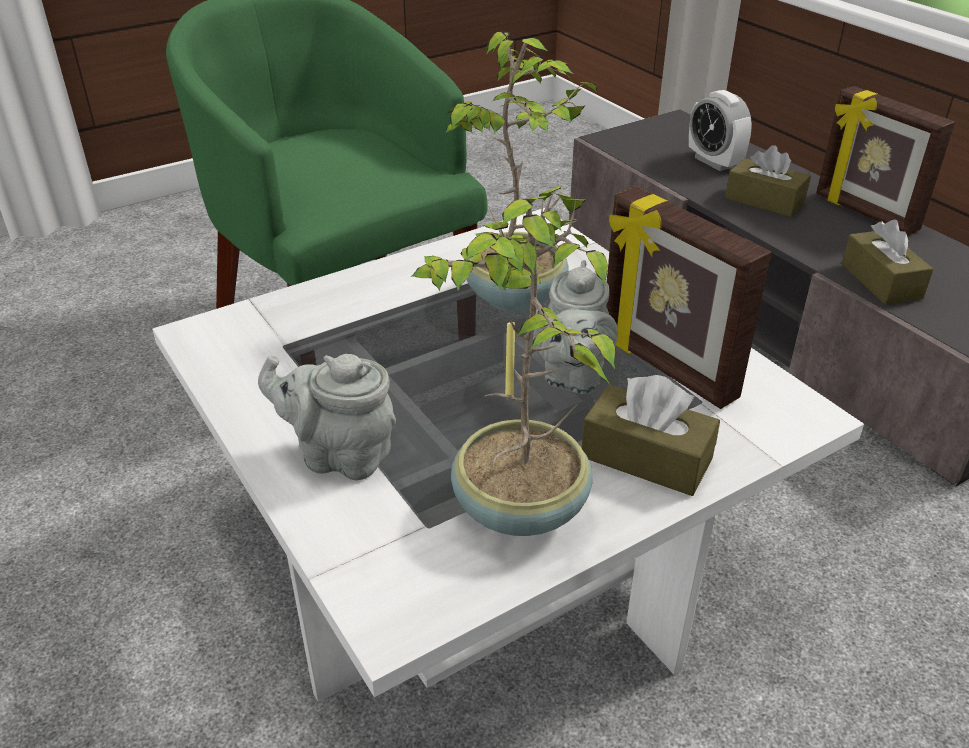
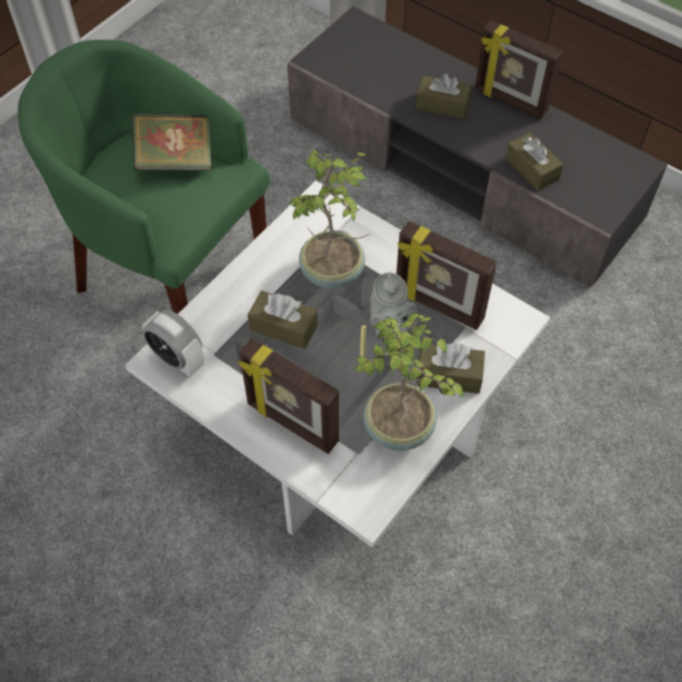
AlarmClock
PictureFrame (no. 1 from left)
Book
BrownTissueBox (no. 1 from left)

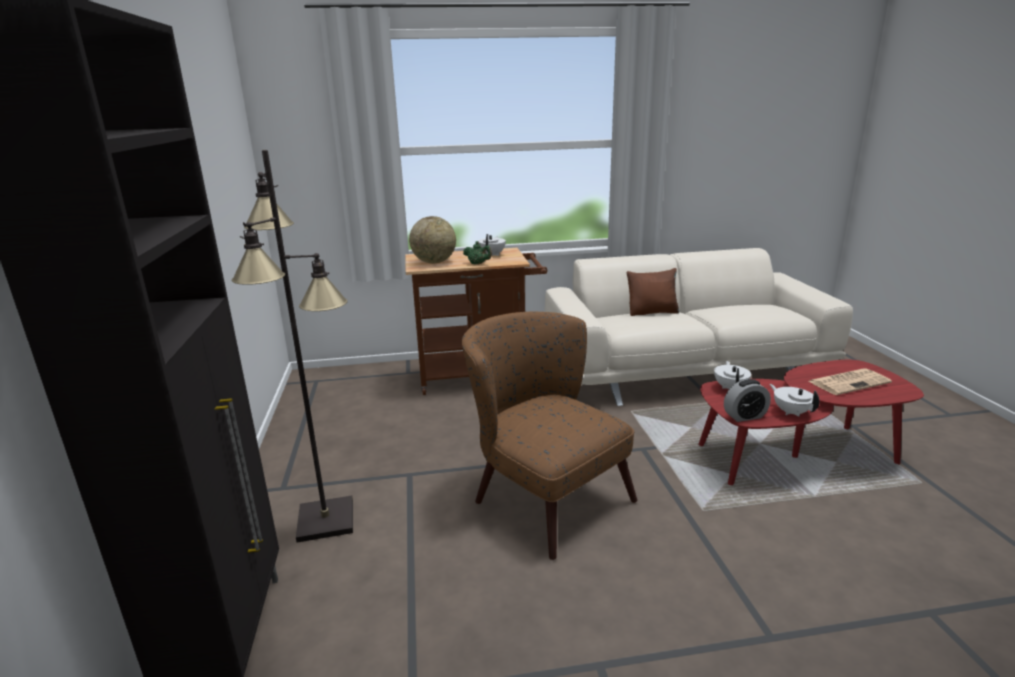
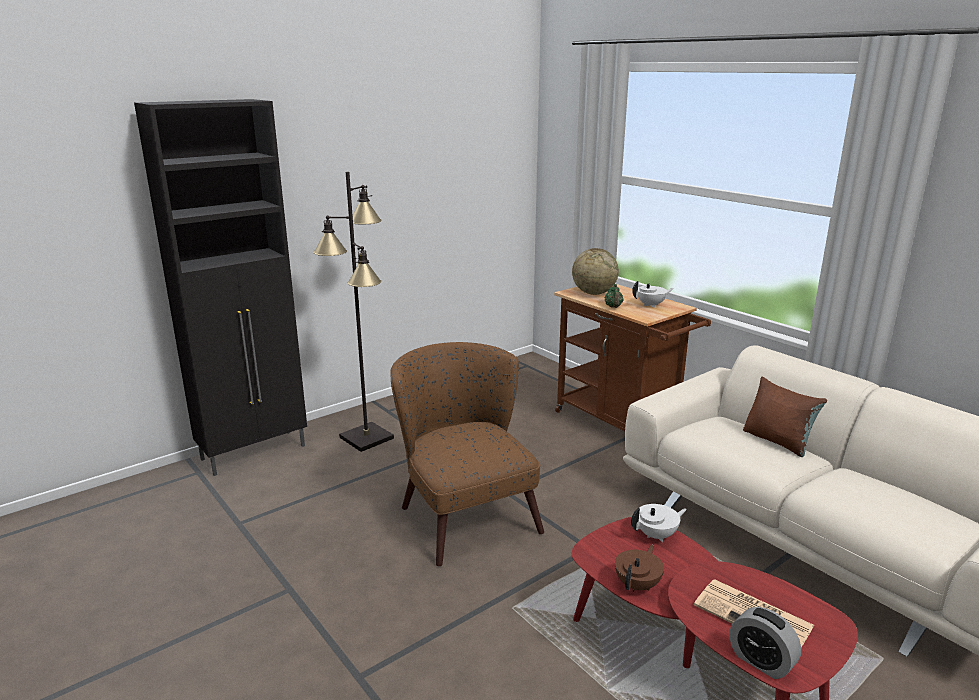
BrownArmchair
AlarmClock
BrownTeapot

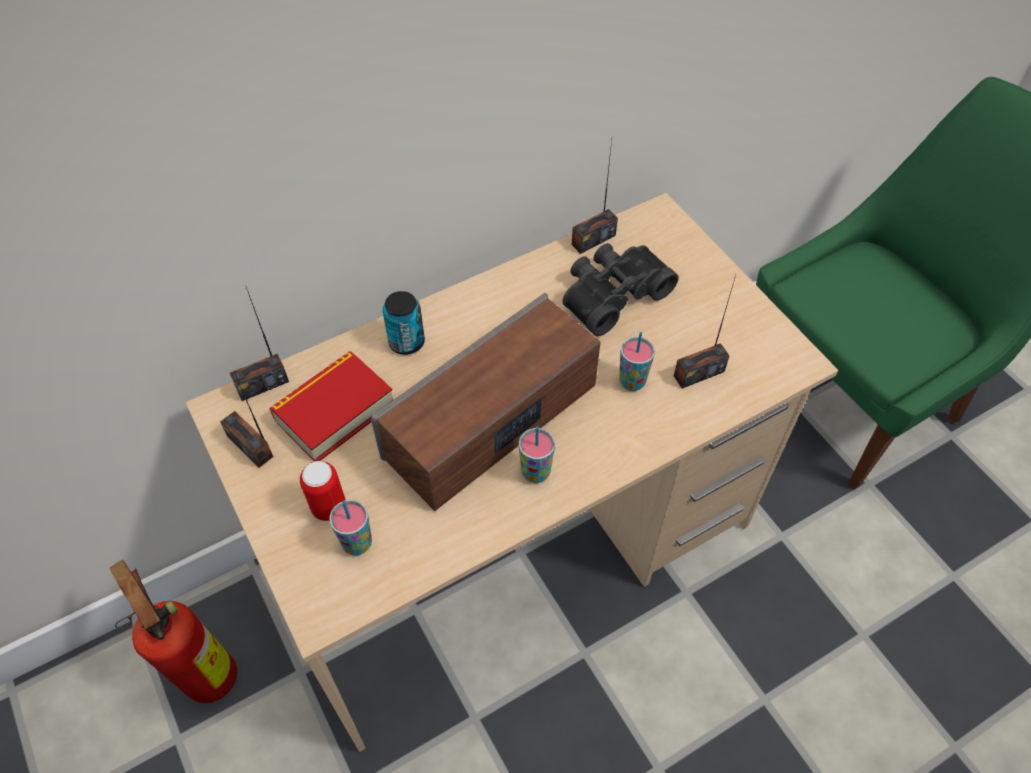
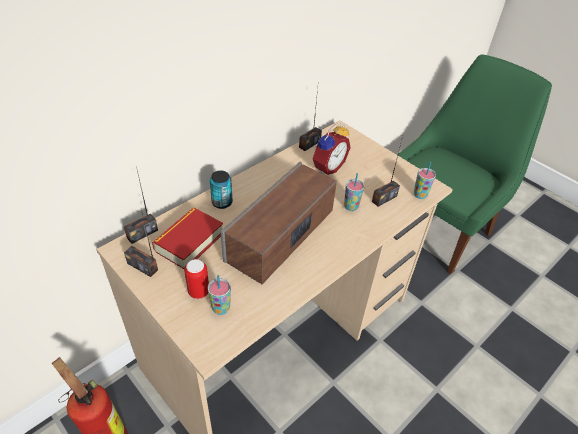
AlarmClock
Cup (no. 3 from left)

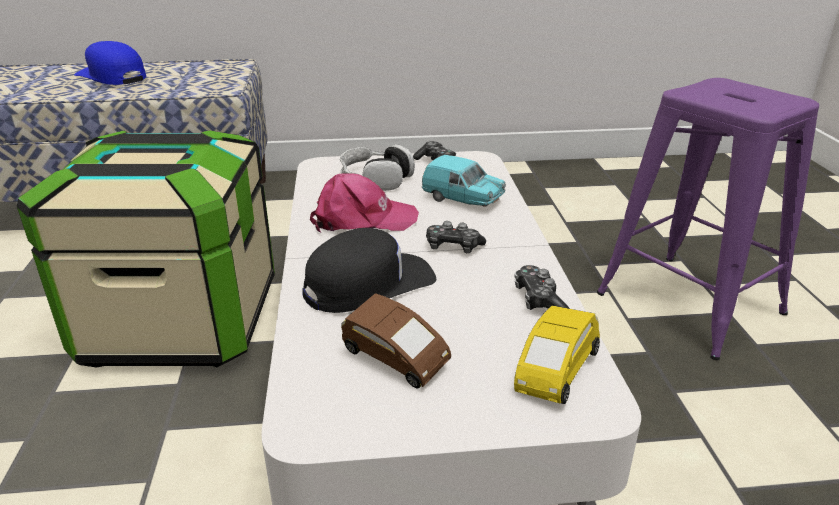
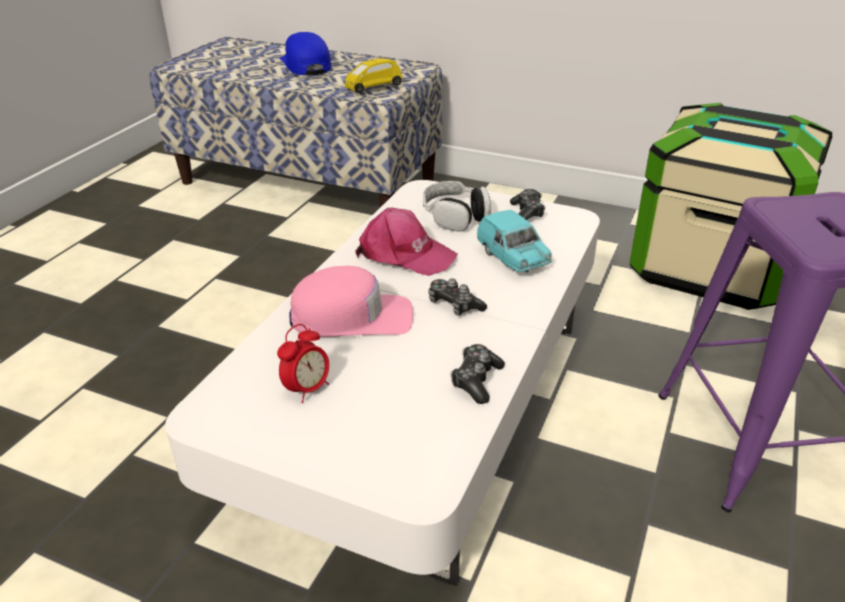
StorageBox
PinkCap (no. 1 from left)
AlarmClock
YellowToyCar

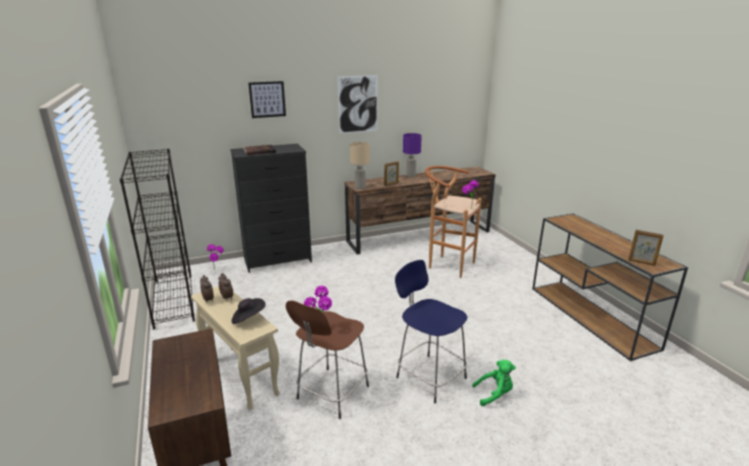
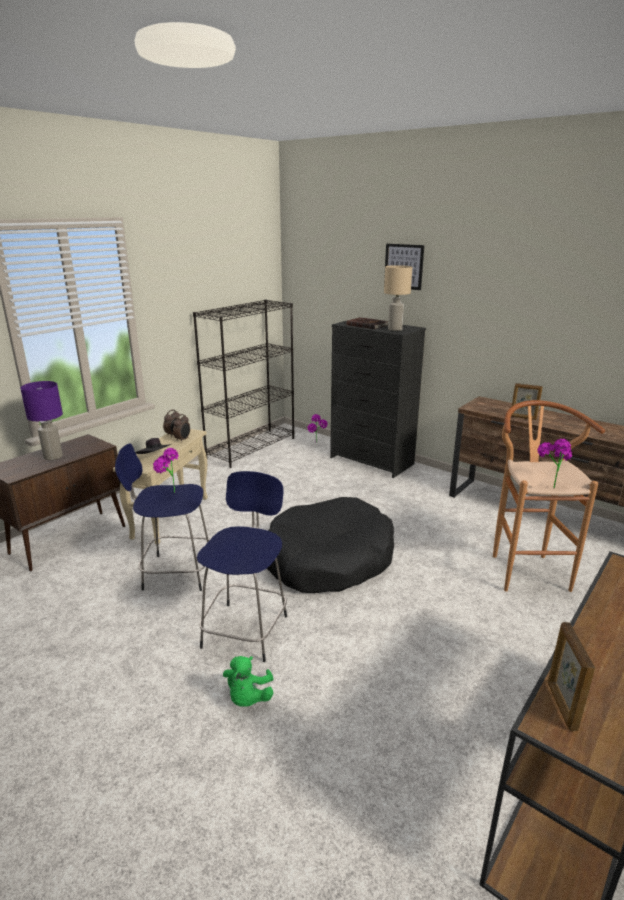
Picture (no. 2 from left in the first image)
PurpleTableLamp
BeigeTableLamp
BlueStool (no. 1 from left)
GreenPlushToy
BlackDogBed

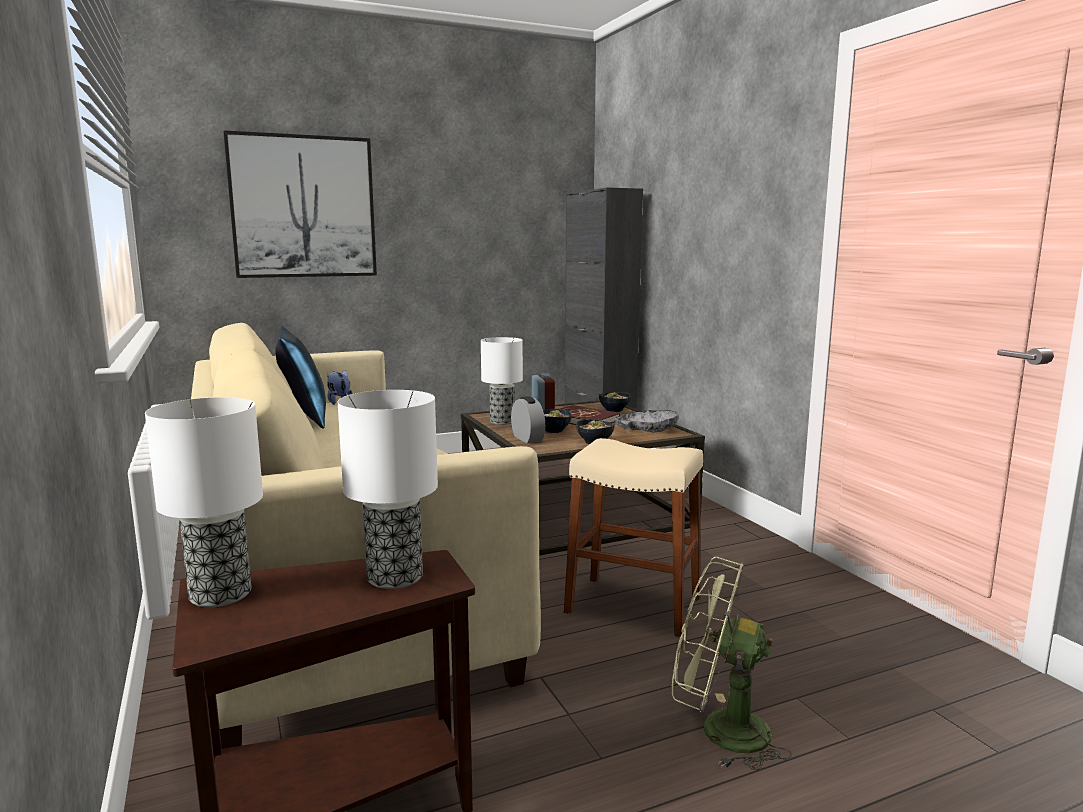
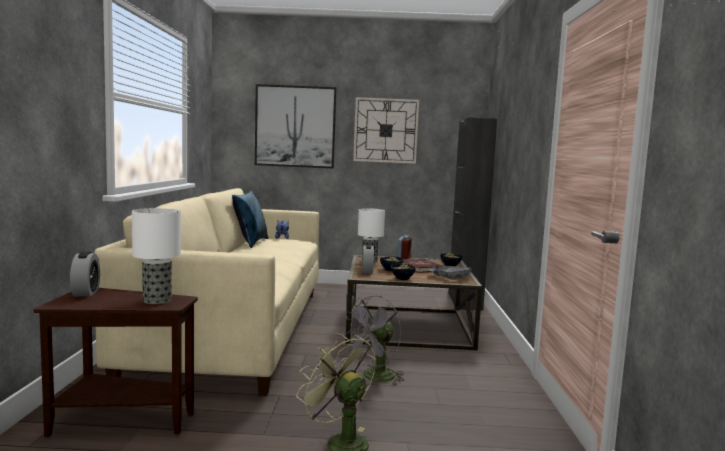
AlarmClock (no. 1 from left)
GreyFan
WallClock

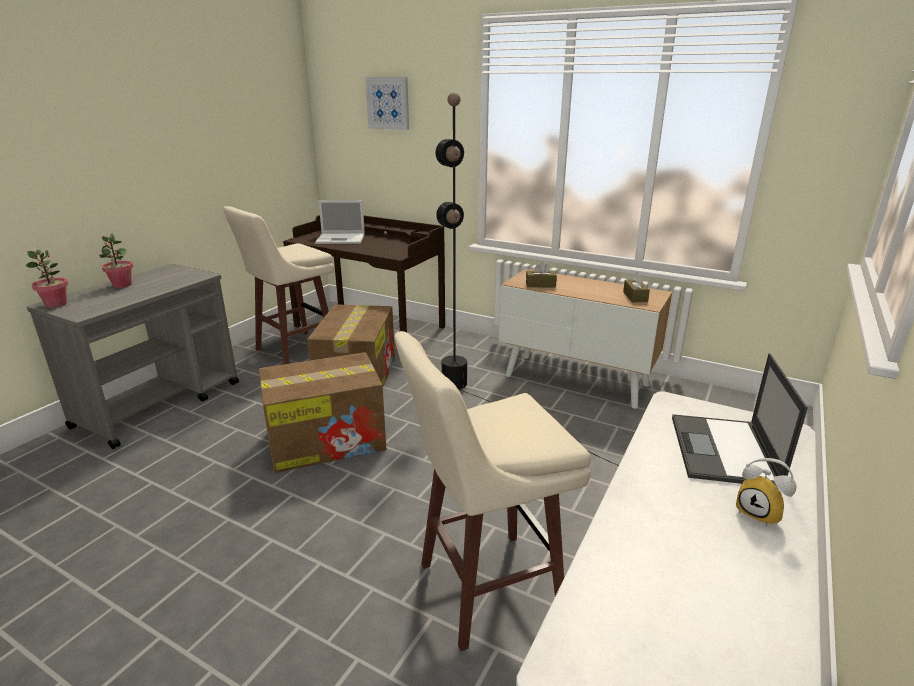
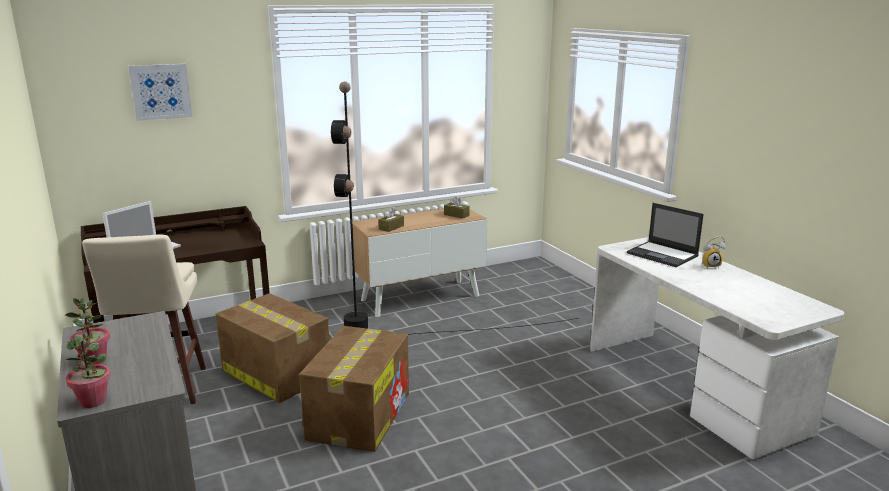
BeigeStool (no. 2 from left in the first image)

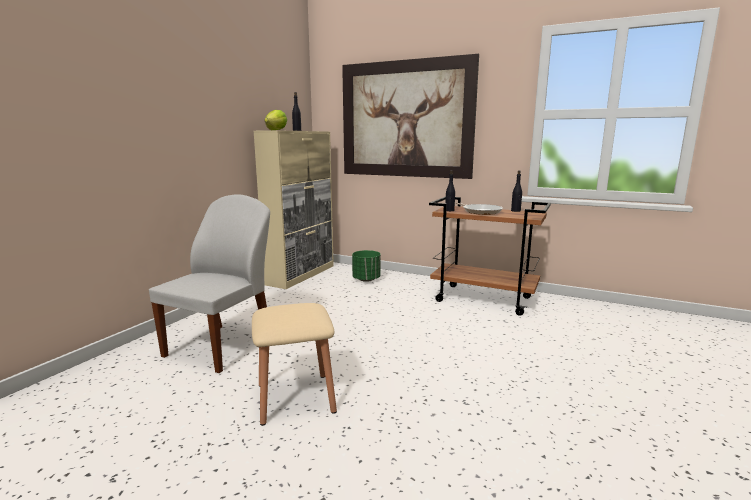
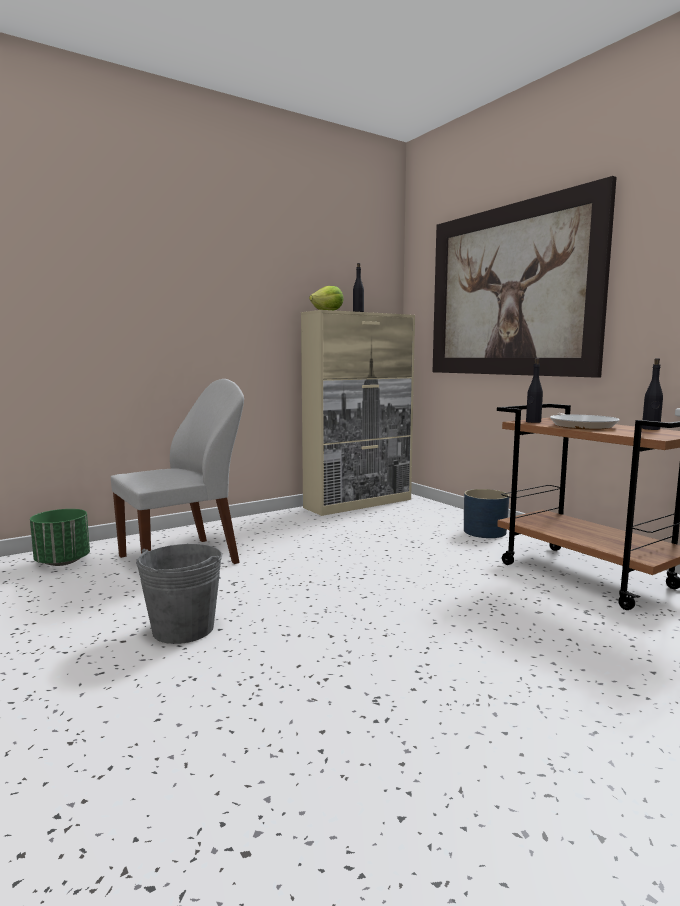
GreenPlanter
GreyBucket
BluePlanter

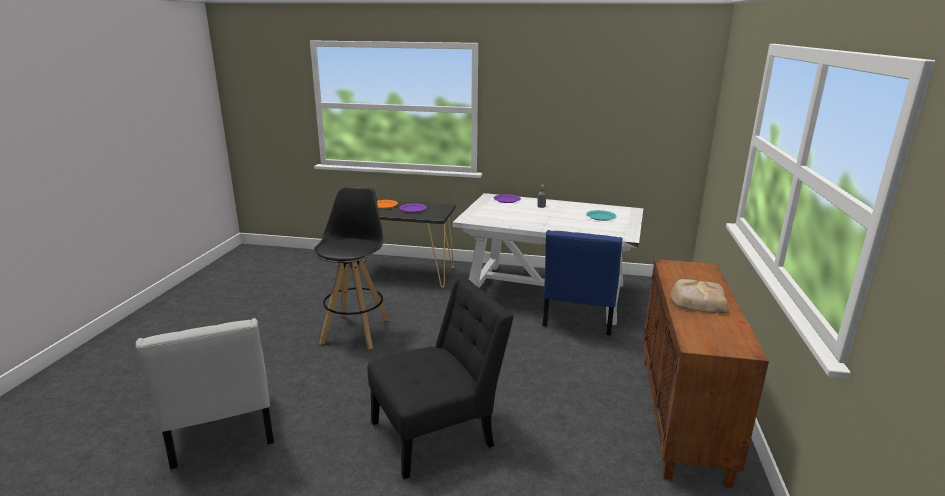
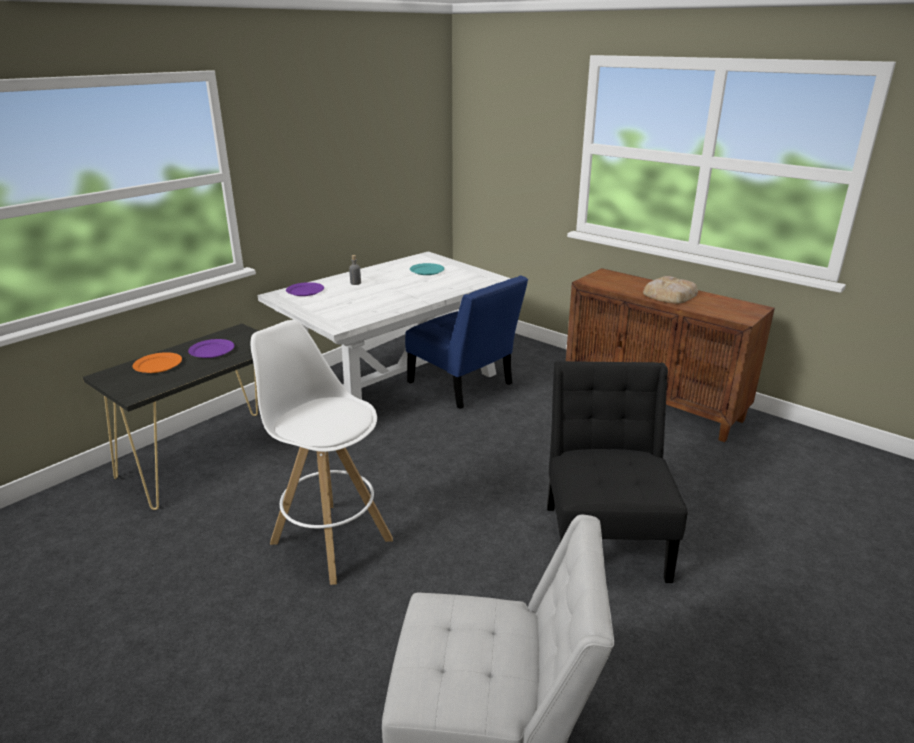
WhiteStool

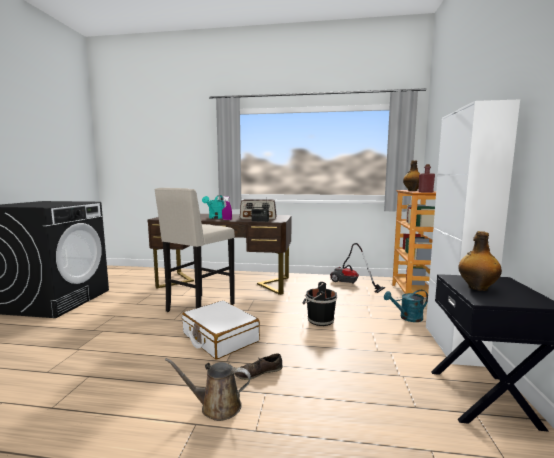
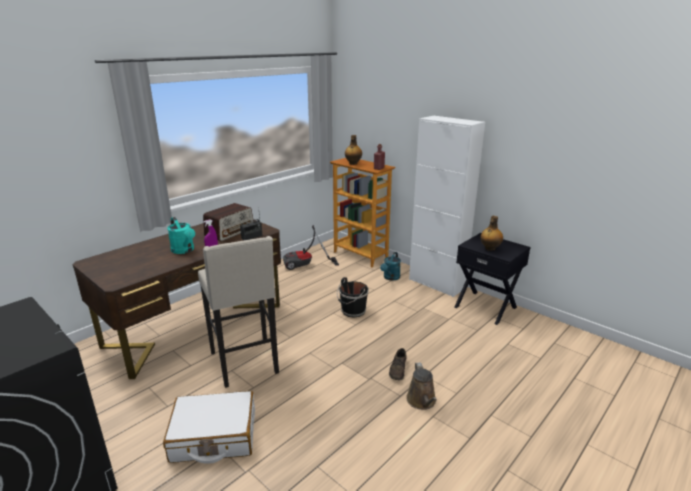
WhiteSuitcase
BrownWateringCan

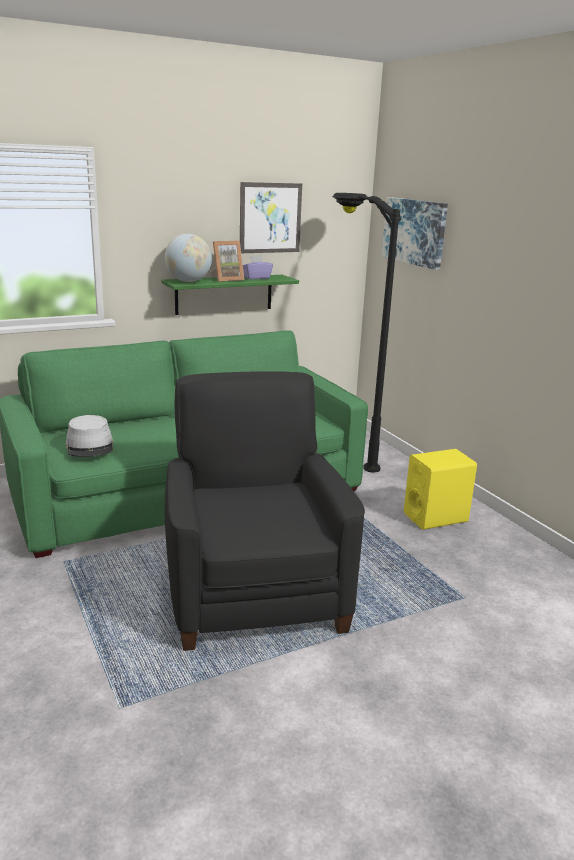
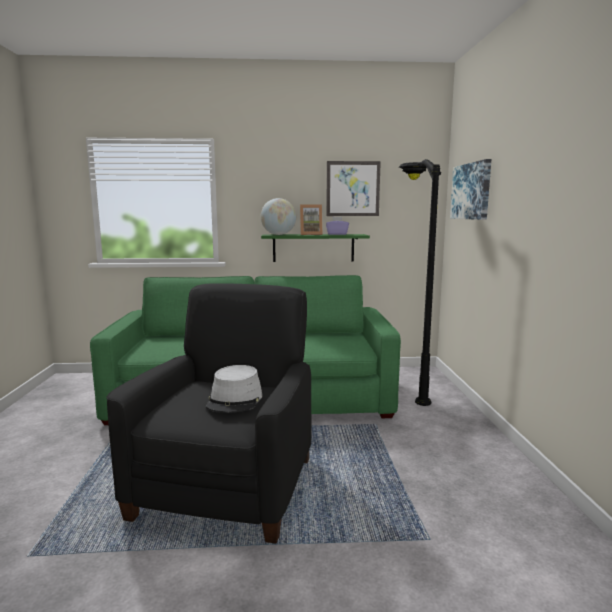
GreyHat
YellowSpeaker

